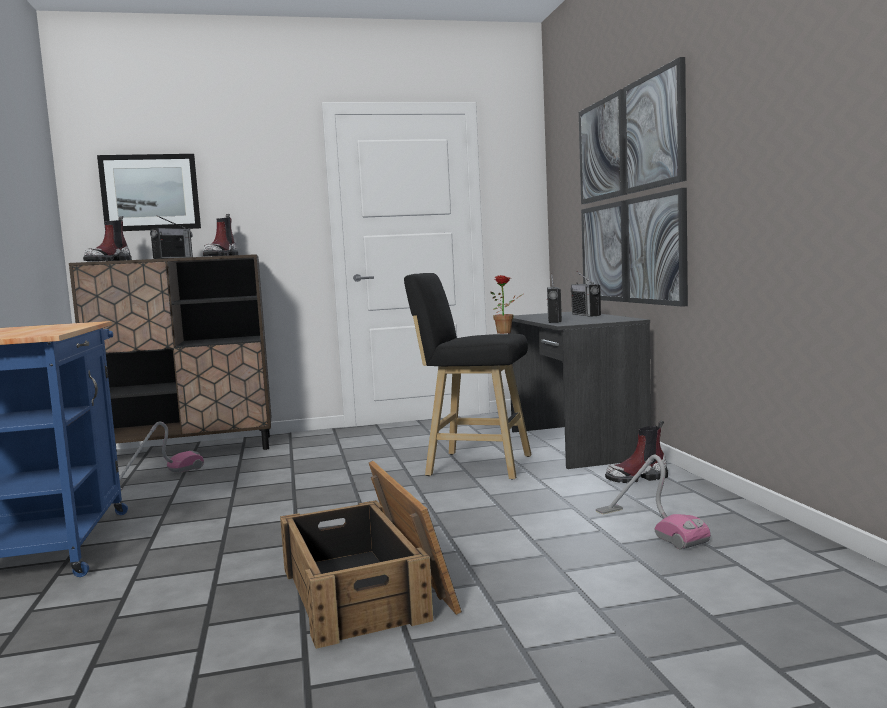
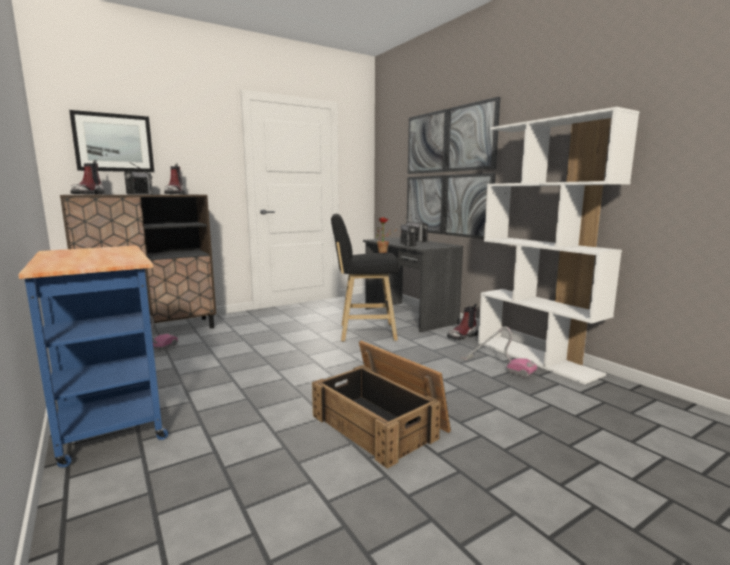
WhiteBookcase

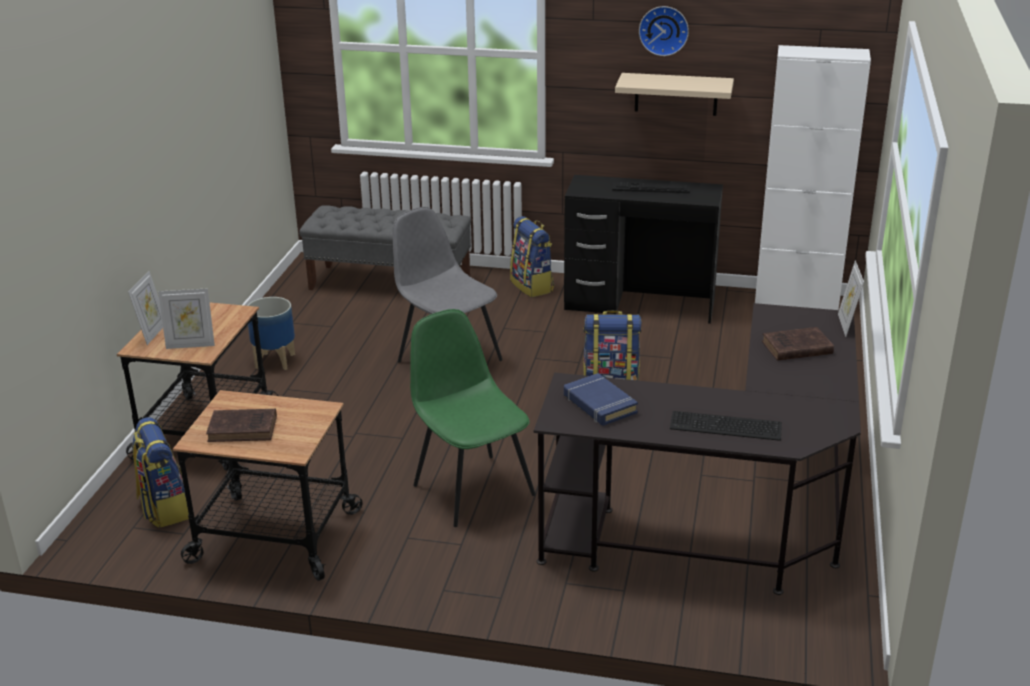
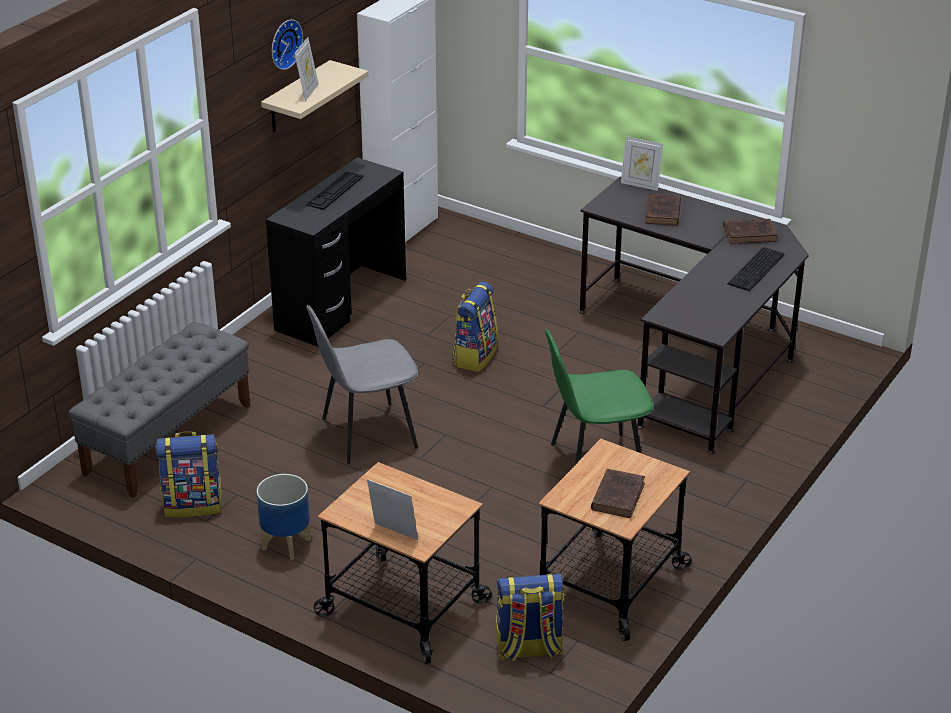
Backpack (no. 1 from left)
PictureFrame (no. 1 from left)
BlueBook
BrownBook (no. 3 from left)

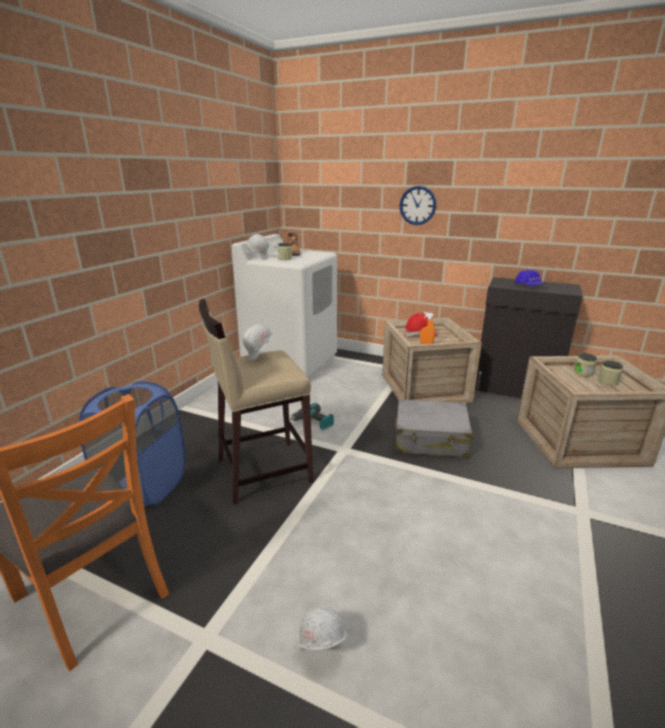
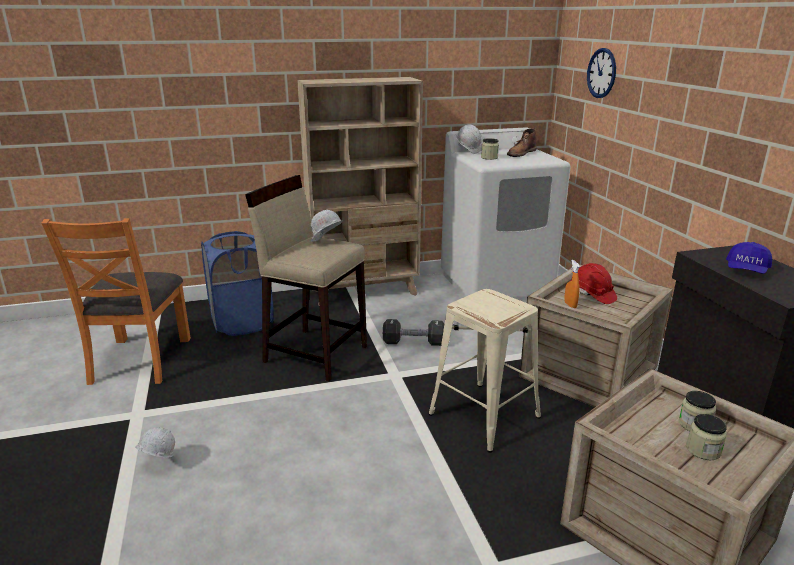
WallClock
BeigeStool (no. 2 from left)
BlackDumbbell
BeigeBookcase

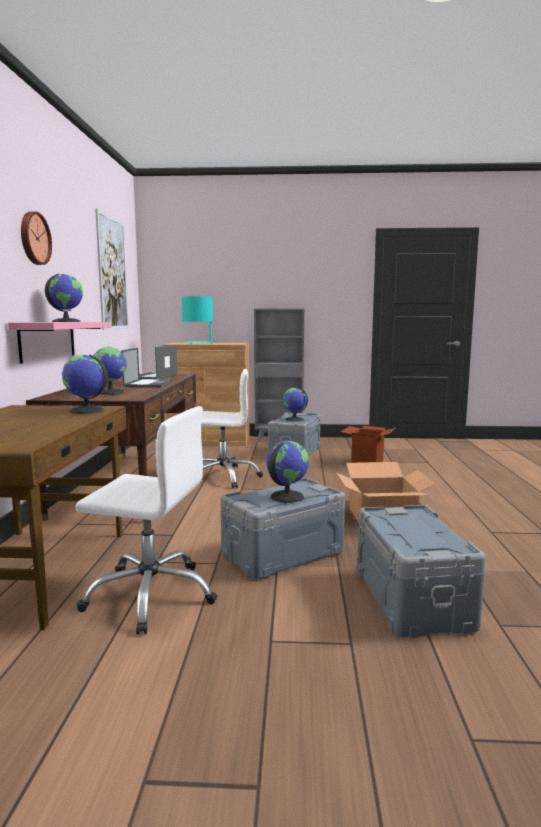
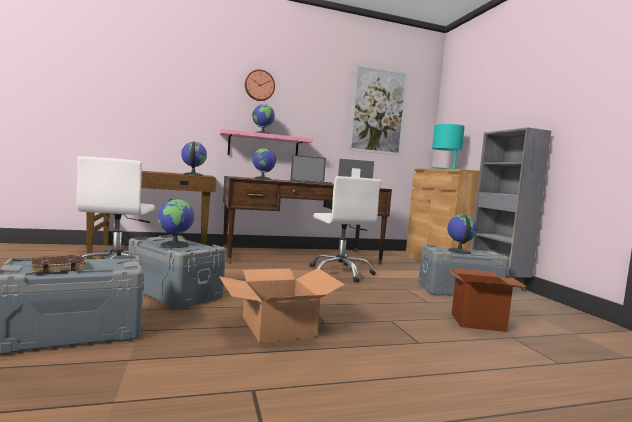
BrownBook

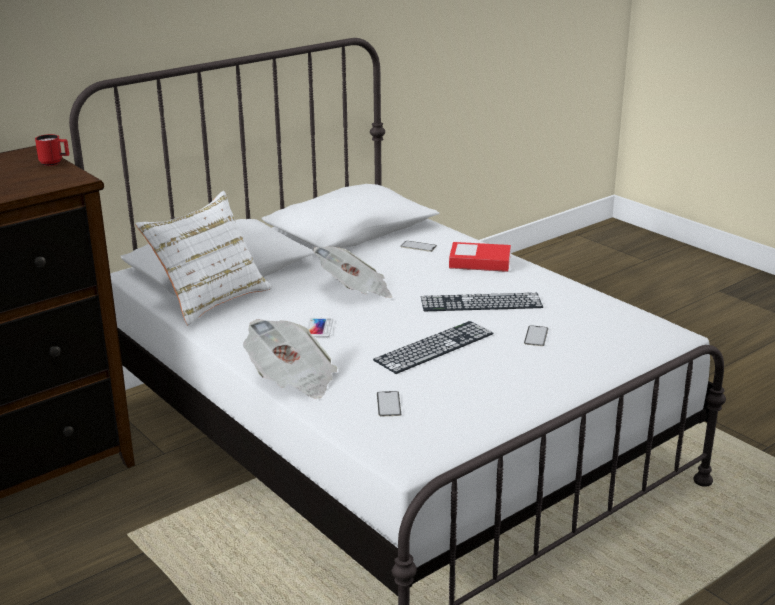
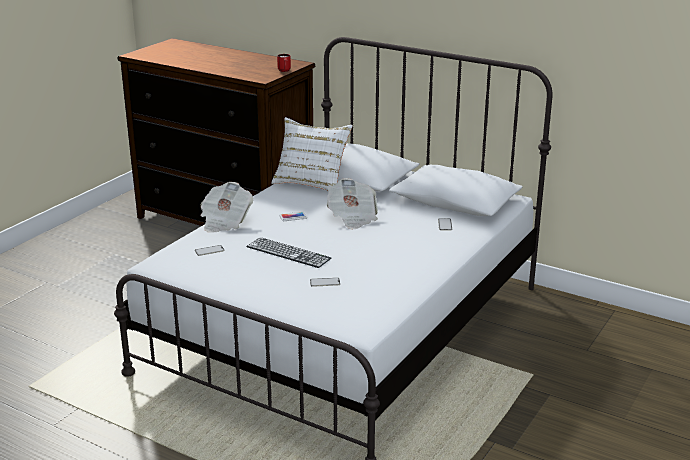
Book
Keyboard (no. 2 from left in the first image)

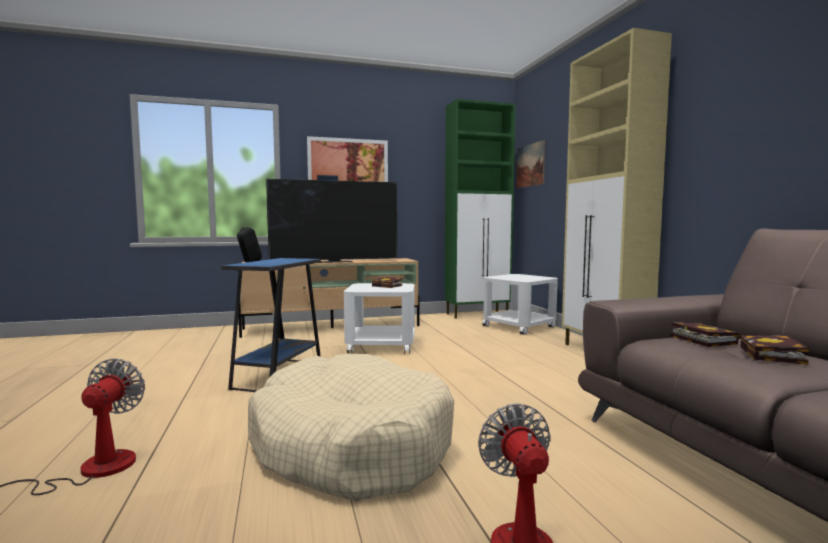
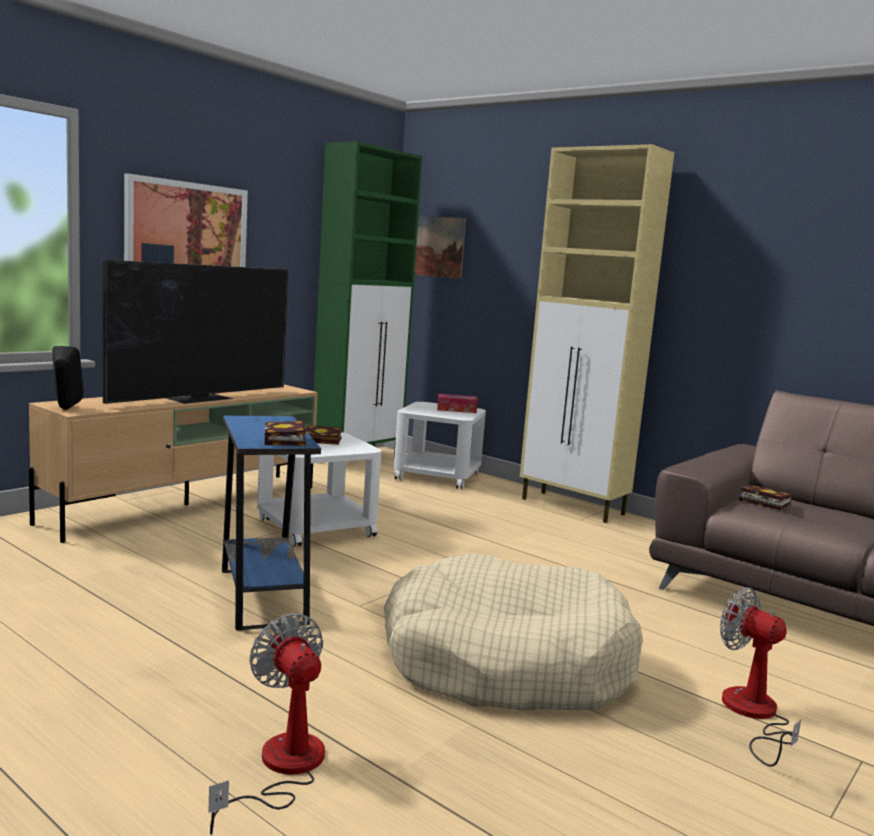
Book (no. 1 from left)
TissueBox

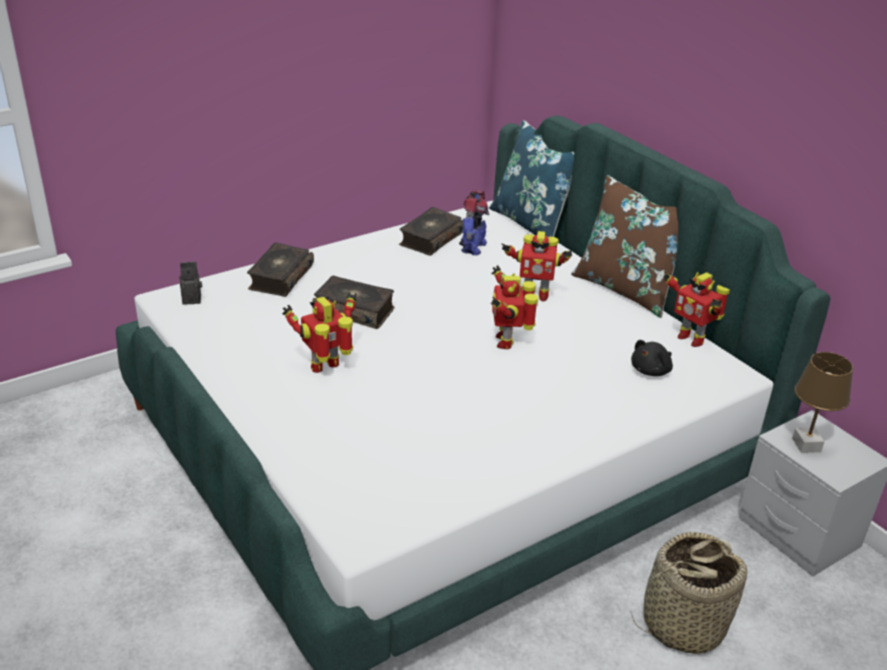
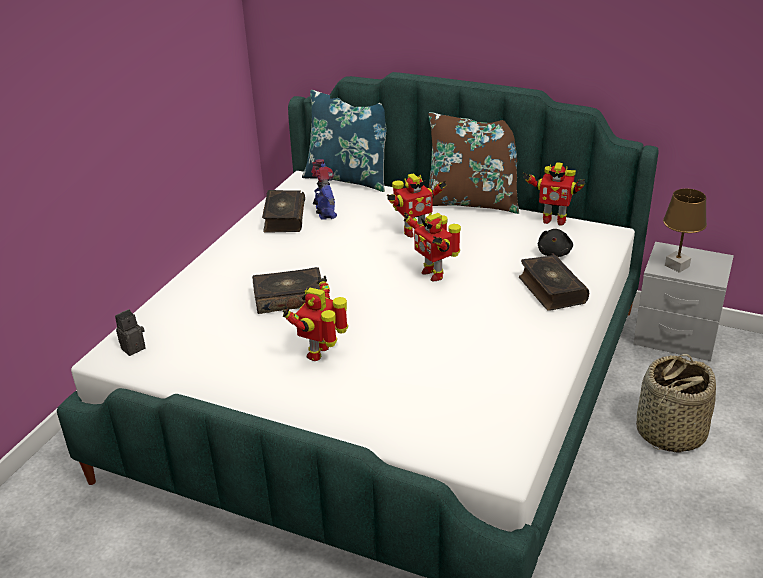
Book (no. 3 from left)

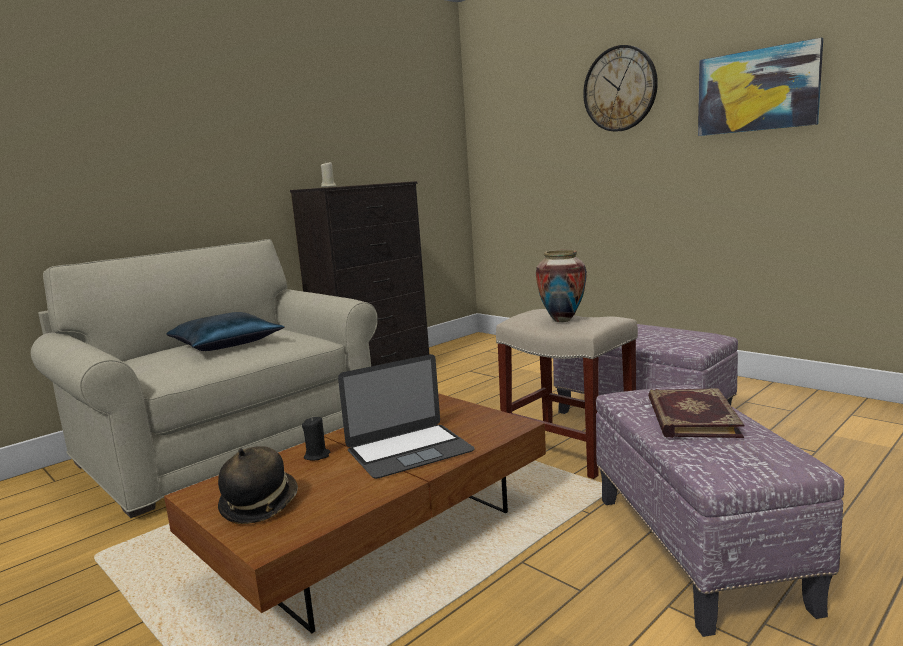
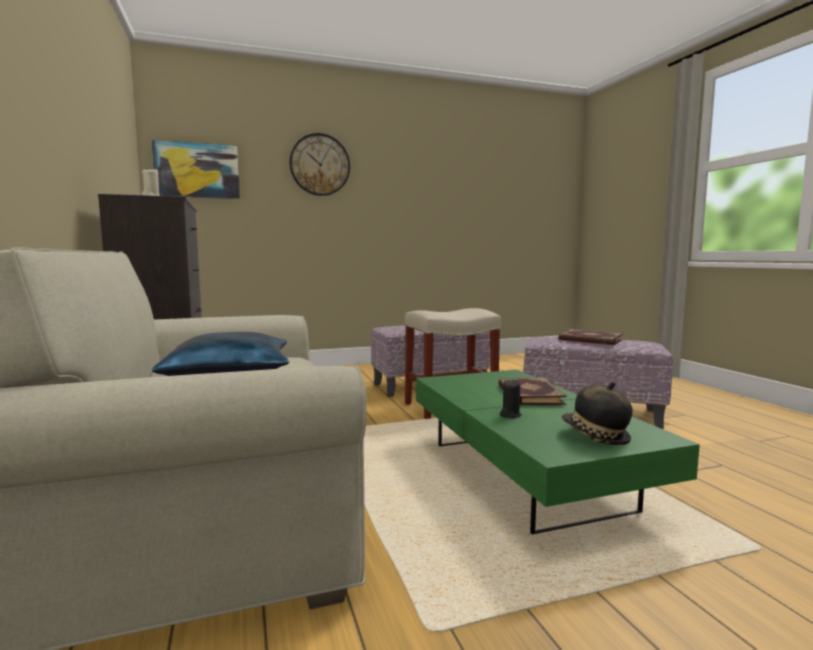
Picture
Vase
Book (no. 1 from left)
GreenCoffeeTable

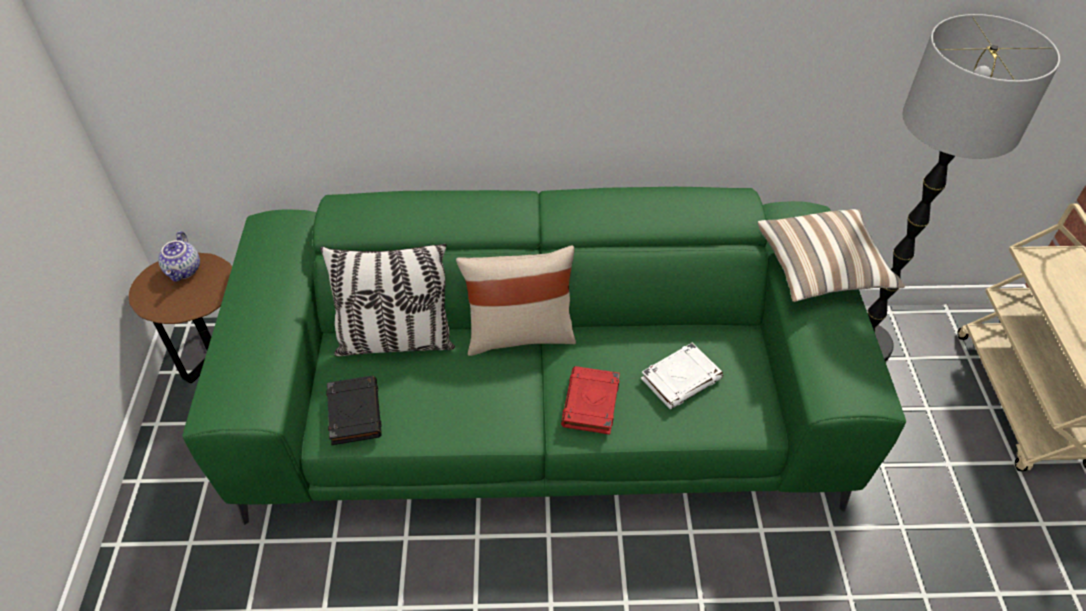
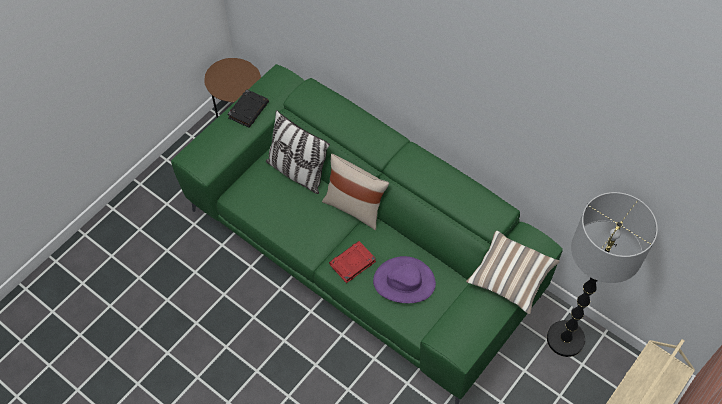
Teapot
PurpleHat
BlackBook

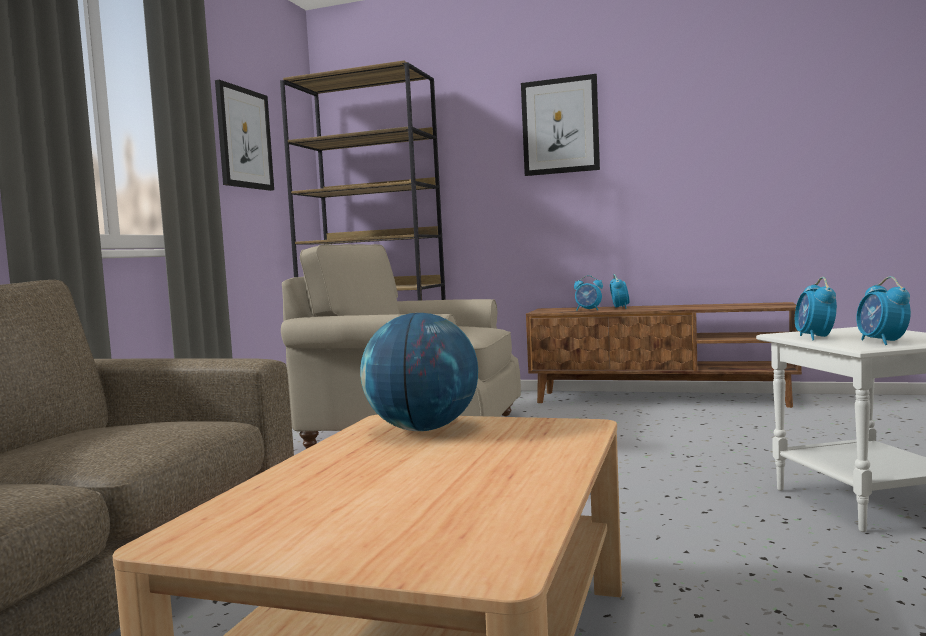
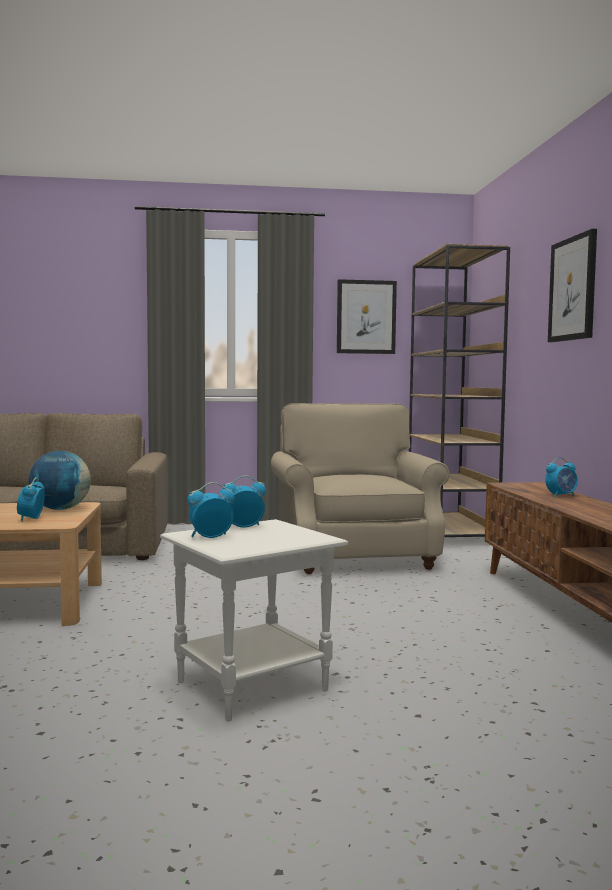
AlarmClock (no. 1 from left)

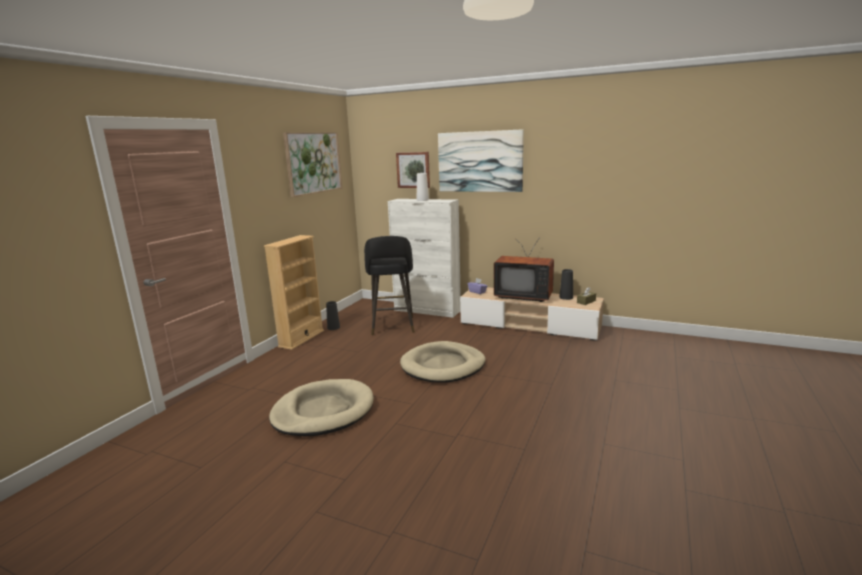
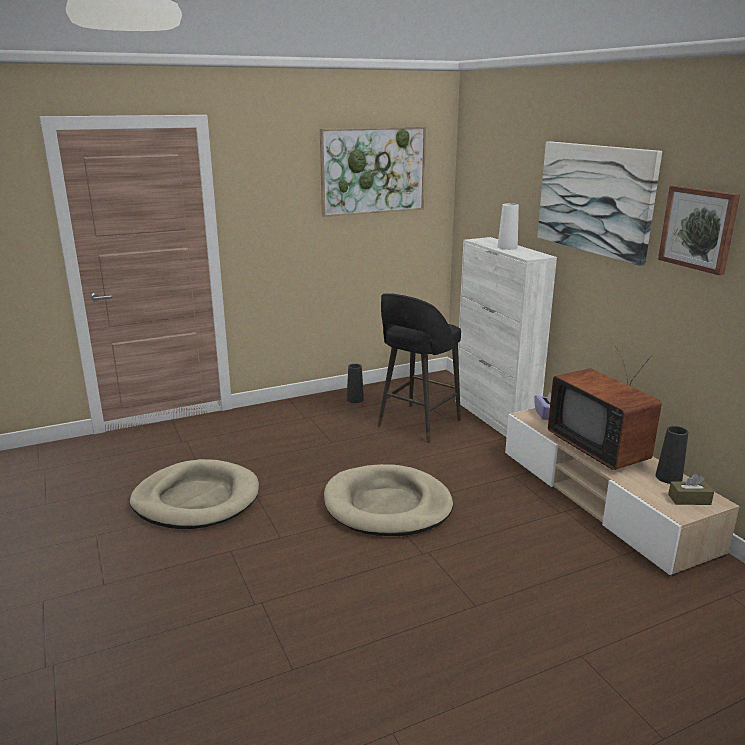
Picture (no. 3 from left)
BeigeBookcase

